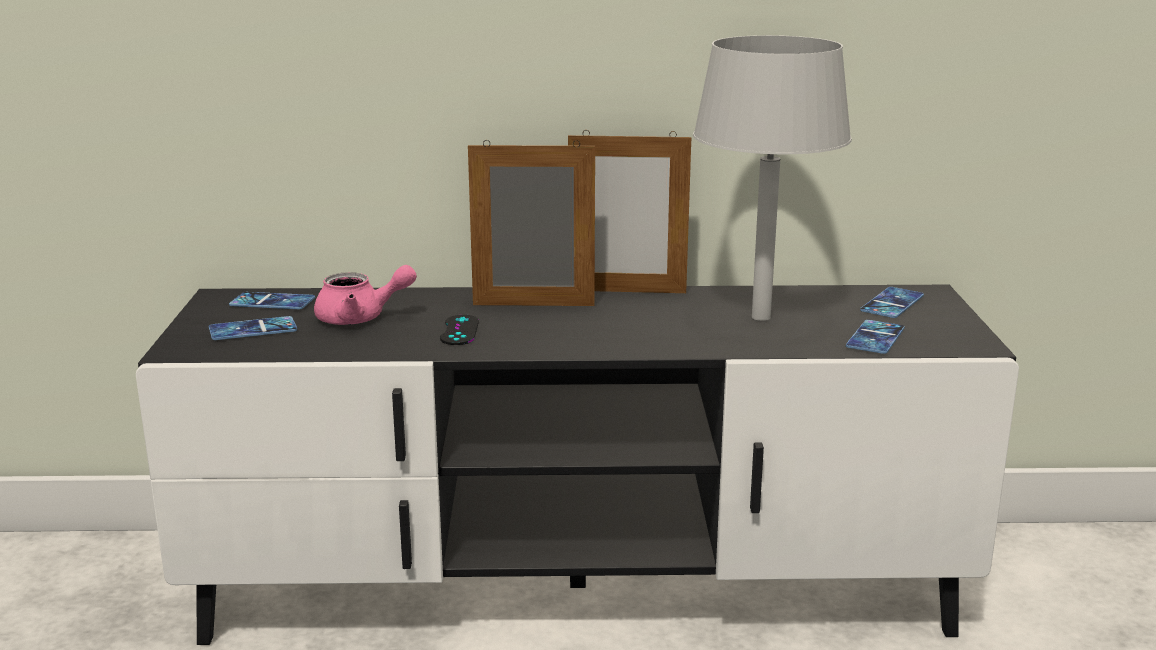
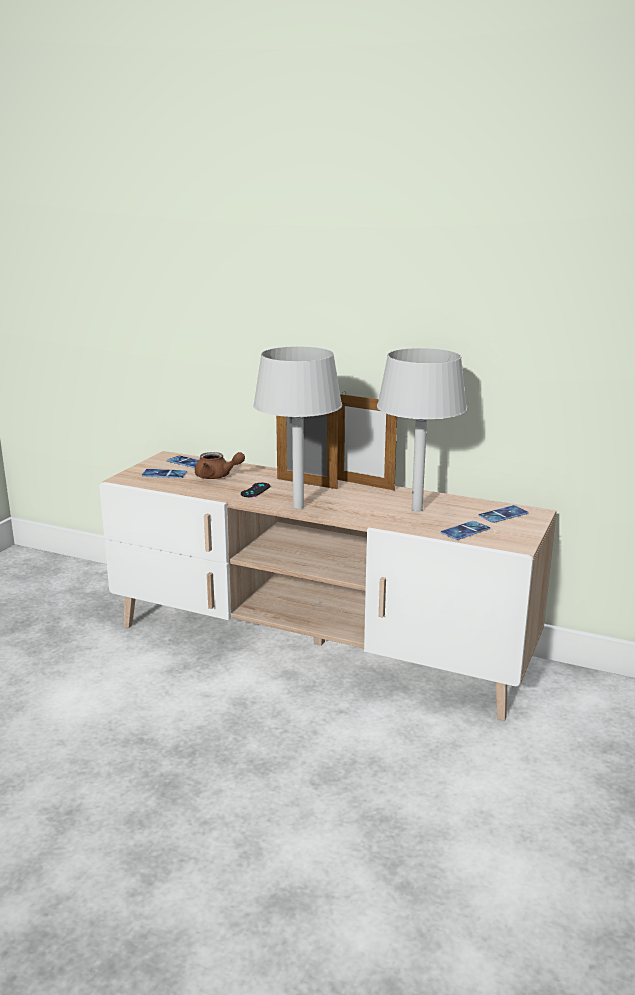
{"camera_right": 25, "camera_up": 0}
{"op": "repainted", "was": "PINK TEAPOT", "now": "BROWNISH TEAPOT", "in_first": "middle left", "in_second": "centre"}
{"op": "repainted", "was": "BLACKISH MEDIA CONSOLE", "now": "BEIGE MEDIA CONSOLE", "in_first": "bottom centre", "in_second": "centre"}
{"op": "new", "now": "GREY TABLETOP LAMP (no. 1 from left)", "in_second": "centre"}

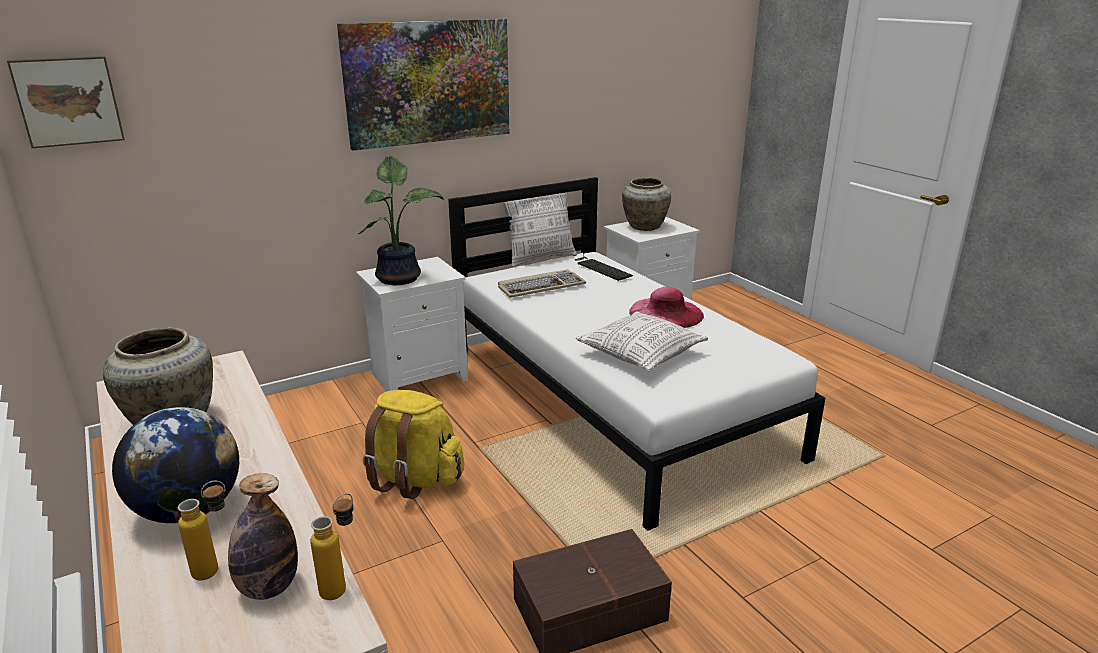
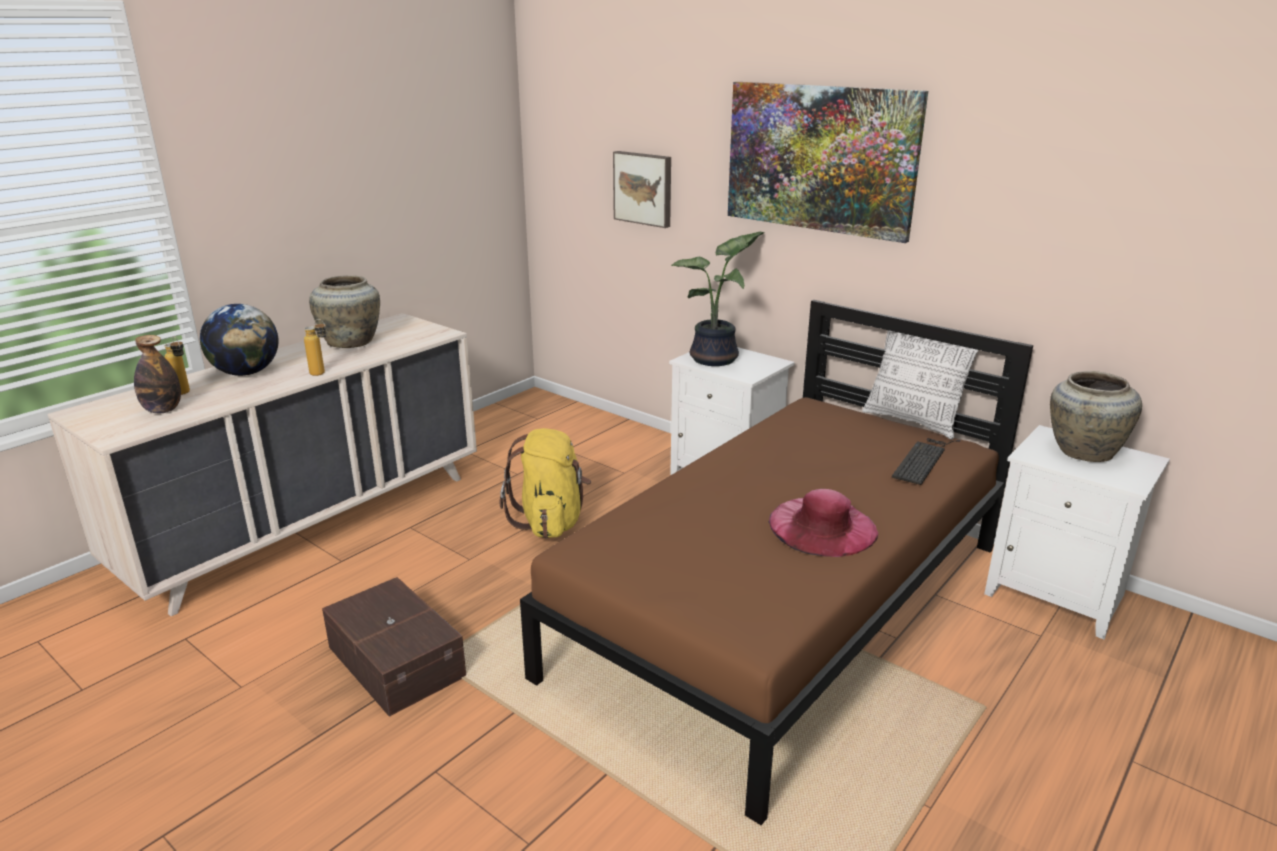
{"camera_right": 70, "camera_up": 0}
{"op": "shifted", "was": "WALL PICTURE (no. 1 from left)", "in_first": "top left", "in_second": "top centre"}
{"op": "repainted", "was": "WHITE-COLOURED SLEEPING BED", "now": "BROWNISH SLEEPING BED", "in_first": "centre", "in_second": "centre"}
{"op": "gone", "was": "KEYBOARD (no. 1 from left)", "in_first": "centre"}
{"op": "gone", "was": "PILLOW (no. 2 from left)", "in_first": "centre"}
{"op": "shifted", "was": "BEVERAGE BOTTLE (no. 3 from left)", "in_first": "bottom left", "in_second": "middle left"}

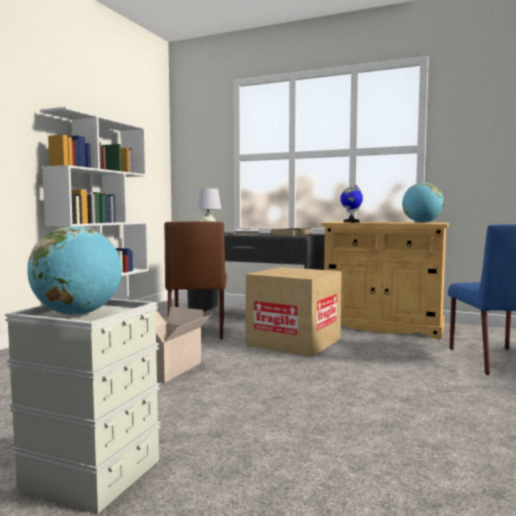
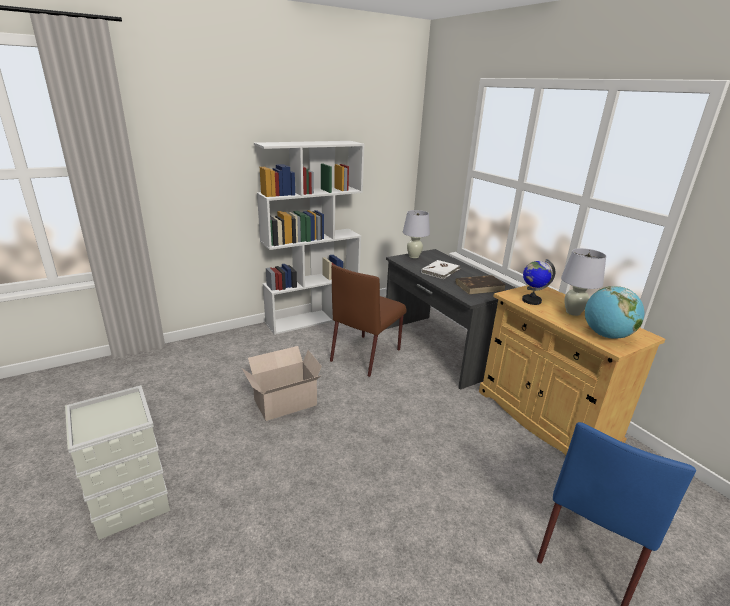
{"camera_right": 35, "camera_up": 20}
{"op": "gone", "was": "DESK GLOBE (no. 1 from left)", "in_first": "middle left"}
{"op": "gone", "was": "CARTON (no. 2 from left)", "in_first": "centre"}
{"op": "new", "now": "WHITE-COLOURED TABLETOP LAMP (no. 2 from left)", "in_second": "middle right"}

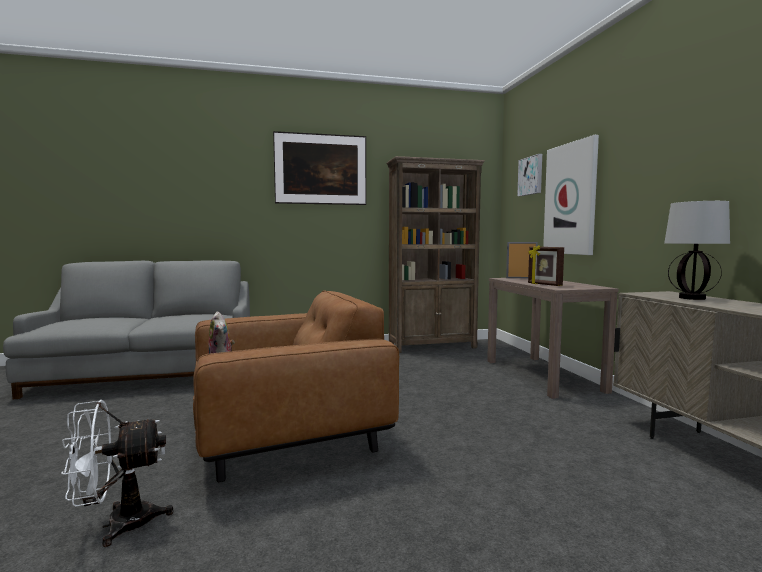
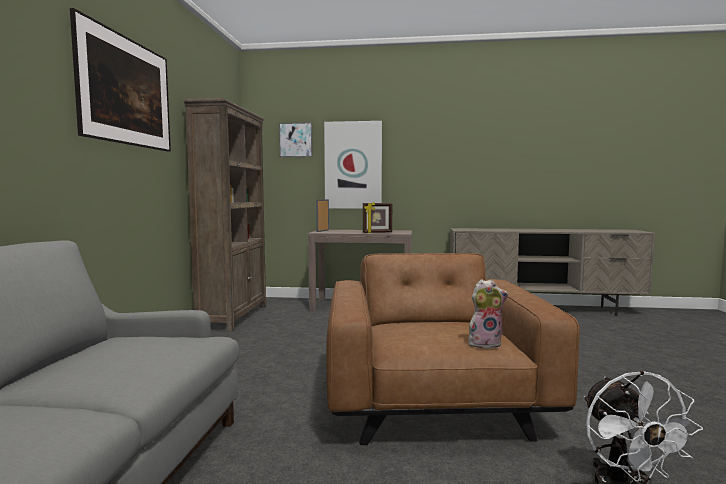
{"camera_right": -70, "camera_up": 0}
{"op": "gone", "was": "TABLETOP LAMP", "in_first": "middle right"}

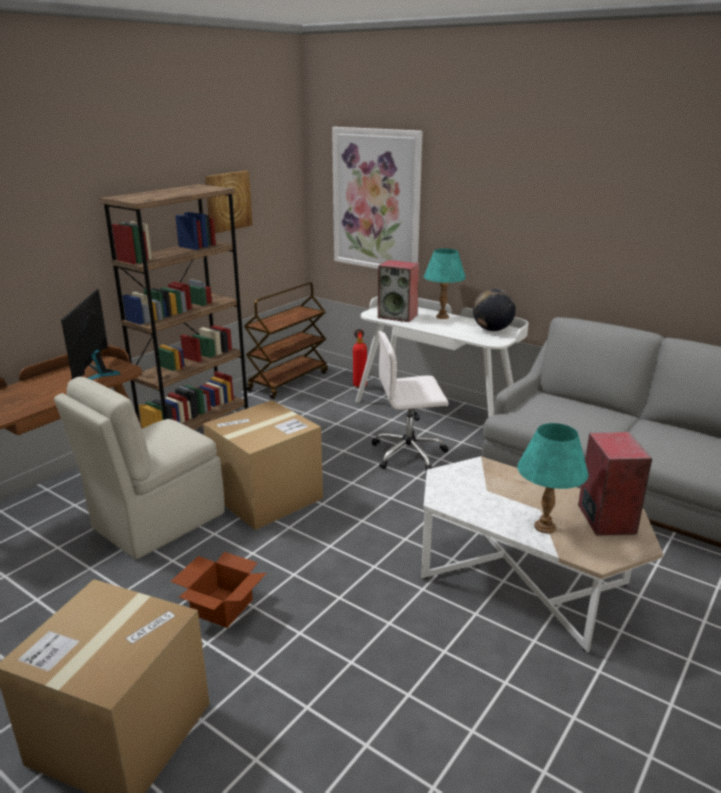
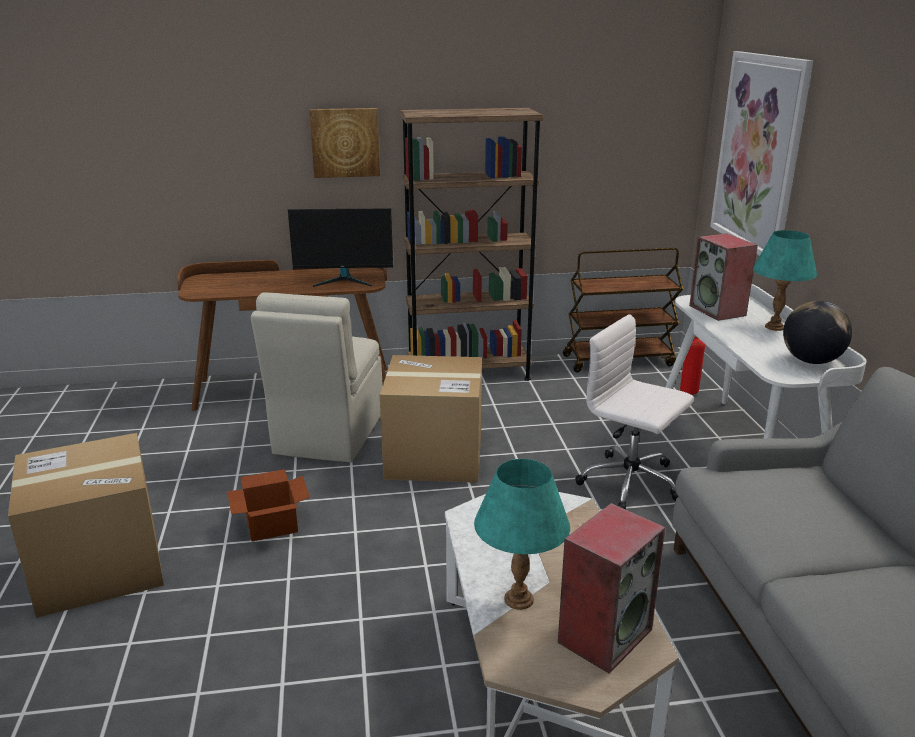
{"camera_right": 45, "camera_up": 0}
{"op": "shifted", "was": "WALL PICTURE (no. 1 from left)", "in_first": "top left", "in_second": "top centre"}
{"op": "rotated", "was": "COMPUTER DISPLAY", "in_first": "middle left", "in_second": "centre", "clockwise": -135}
{"op": "rotated", "was": "BEIGE UPRIGHT CHAIR", "in_first": "middle left", "in_second": "centre", "clockwise": -75}

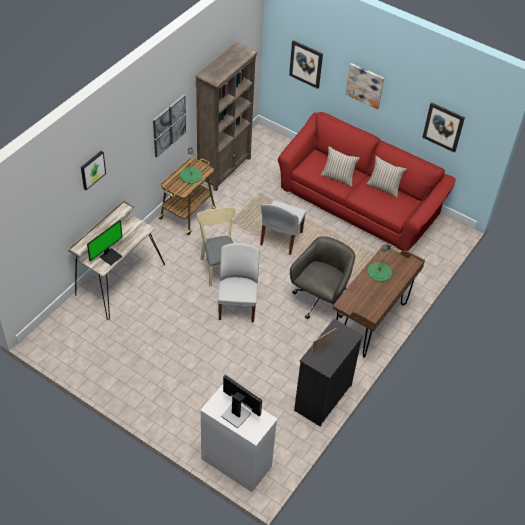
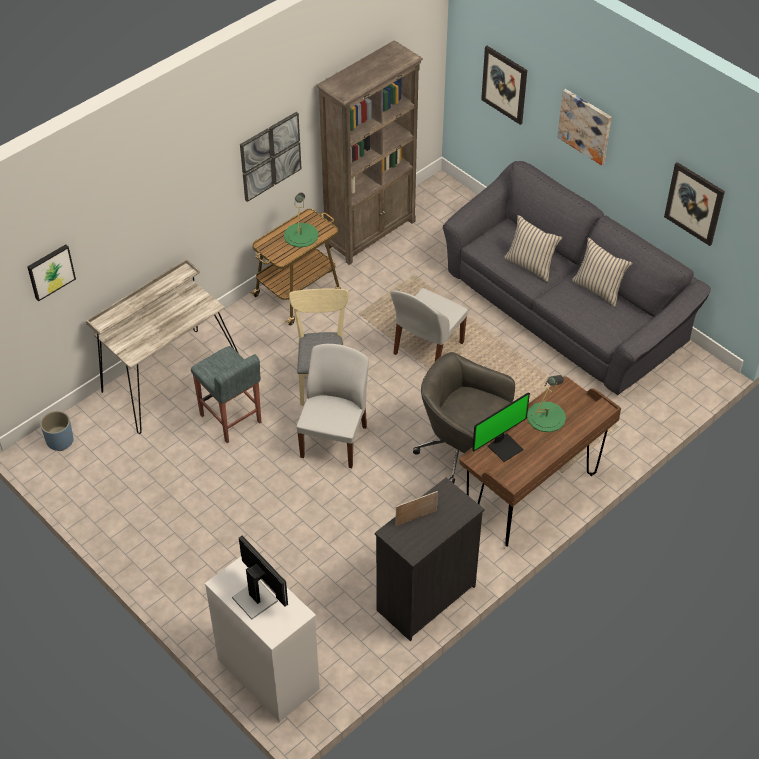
{"camera_right": 15, "camera_up": 0}
{"op": "repainted", "was": "REDDISH SETTEE", "now": "GREY SETTEE", "in_first": "middle right", "in_second": "middle right"}
{"op": "shifted", "was": "WALL PICTURE (no. 1 from left)", "in_first": "top left", "in_second": "middle left"}
{"op": "shifted", "was": "COMPUTER DISPLAY (no. 1 from left in the first image)", "now": "COMPUTER DISPLAY (no. 2 from left)", "in_first": "middle left", "in_second": "centre"}
{"op": "rotated", "was": "GREY DESK CHAIR", "in_first": "centre", "in_second": "centre", "clockwise": -105}
{"op": "new", "now": "GREY STOOL", "in_second": "middle left"}
{"op": "new", "now": "BLUISH PLANTER", "in_second": "middle left"}

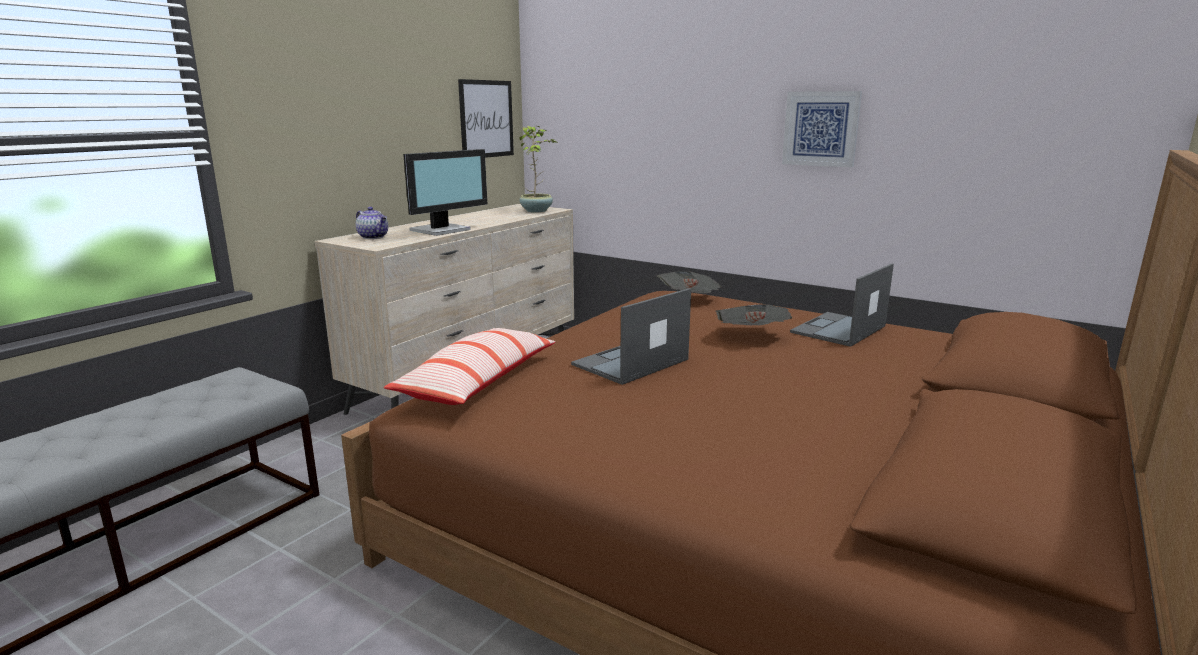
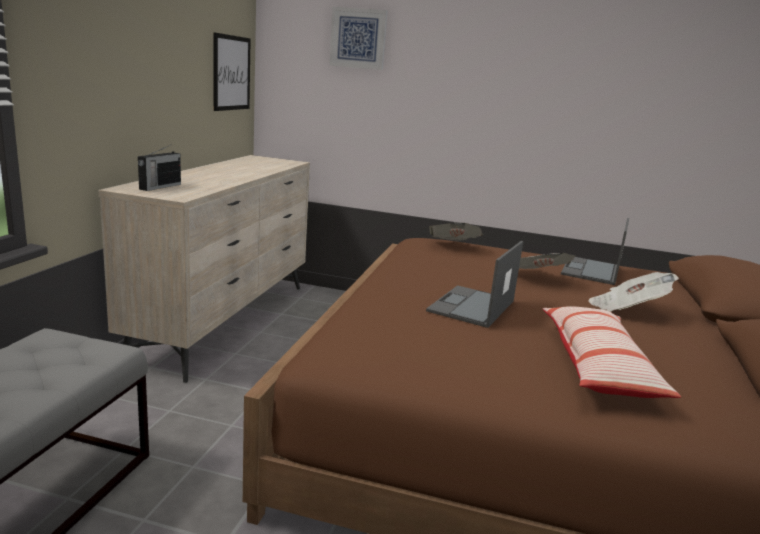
{"camera_right": -20, "camera_up": 0}
{"op": "shifted", "was": "WALL PICTURE (no. 2 from left)", "in_first": "top right", "in_second": "top centre"}
{"op": "gone", "was": "HOUSEPLANT", "in_first": "top centre"}
{"op": "gone", "was": "COMPUTER DISPLAY", "in_first": "top centre"}
{"op": "swapped", "was": "TEAPOT", "now": "RADIO RECEIVER", "in_first": "middle left", "in_second": "top left"}
{"op": "shifted", "was": "PILLOW", "in_first": "centre", "in_second": "middle right"}
{"op": "new", "now": "NEWSPAPER (no. 3 from left)", "in_second": "middle right"}

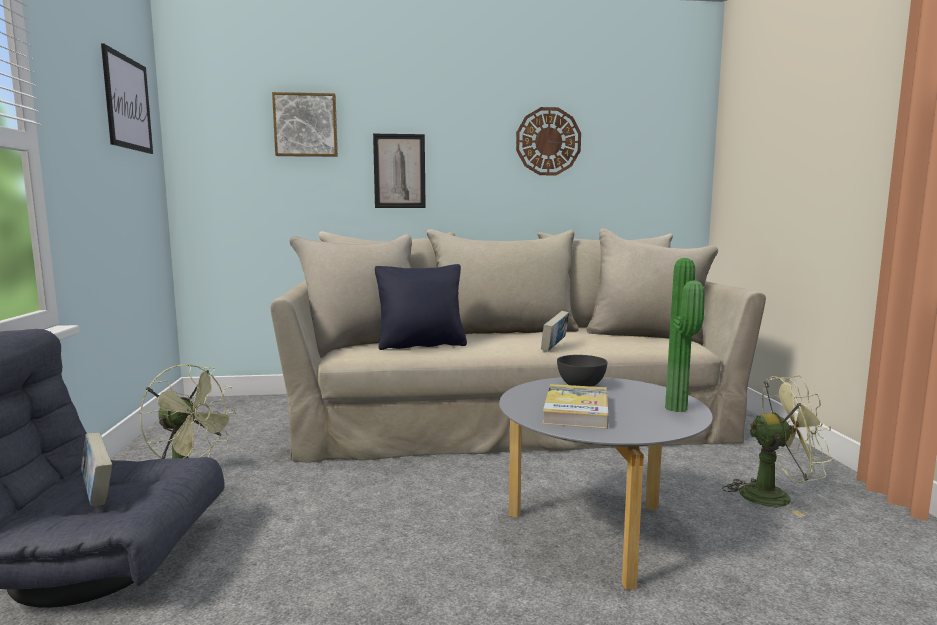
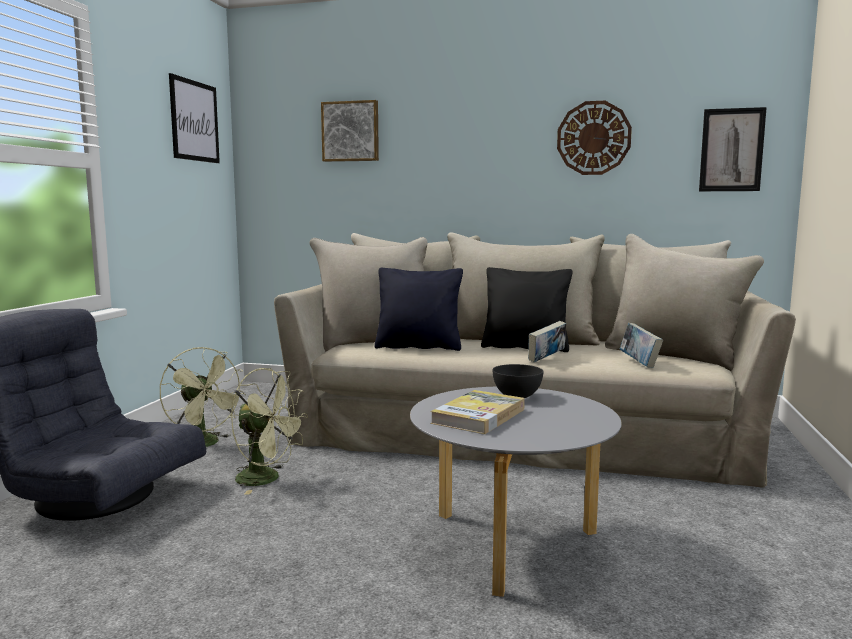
{"camera_right": 20, "camera_up": 0}
{"op": "shifted", "was": "WALL PICTURE (no. 3 from left)", "in_first": "top centre", "in_second": "top right"}
{"op": "gone", "was": "HOUSEPLANT", "in_first": "middle right"}
{"op": "shifted", "was": "GREEN FAN (no. 2 from left)", "in_first": "bottom right", "in_second": "bottom left"}
{"op": "shifted", "was": "BOOK (no. 1 from left in the first image)", "now": "BOOK (no. 3 from left)", "in_first": "bottom left", "in_second": "middle right"}
{"op": "new", "now": "BLACKISH PILLOW (no. 2 from left)", "in_second": "centre"}

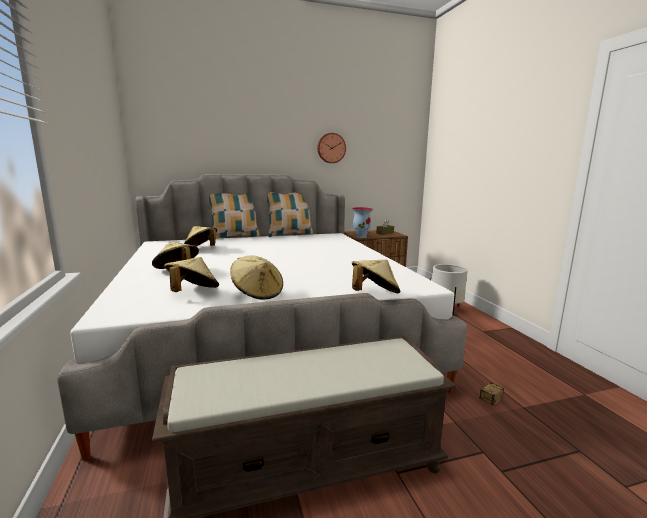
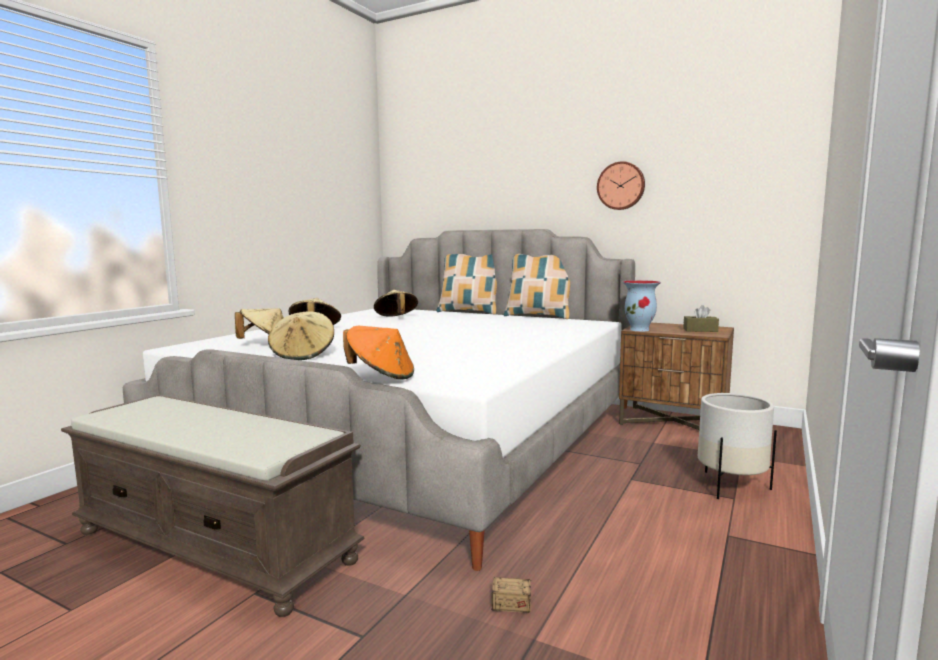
{"camera_right": 45, "camera_up": -5}
{"op": "repainted", "was": "BEIGE HAT (no. 5 from left)", "now": "ORANGE-COLOURED HAT", "in_first": "centre", "in_second": "centre"}

